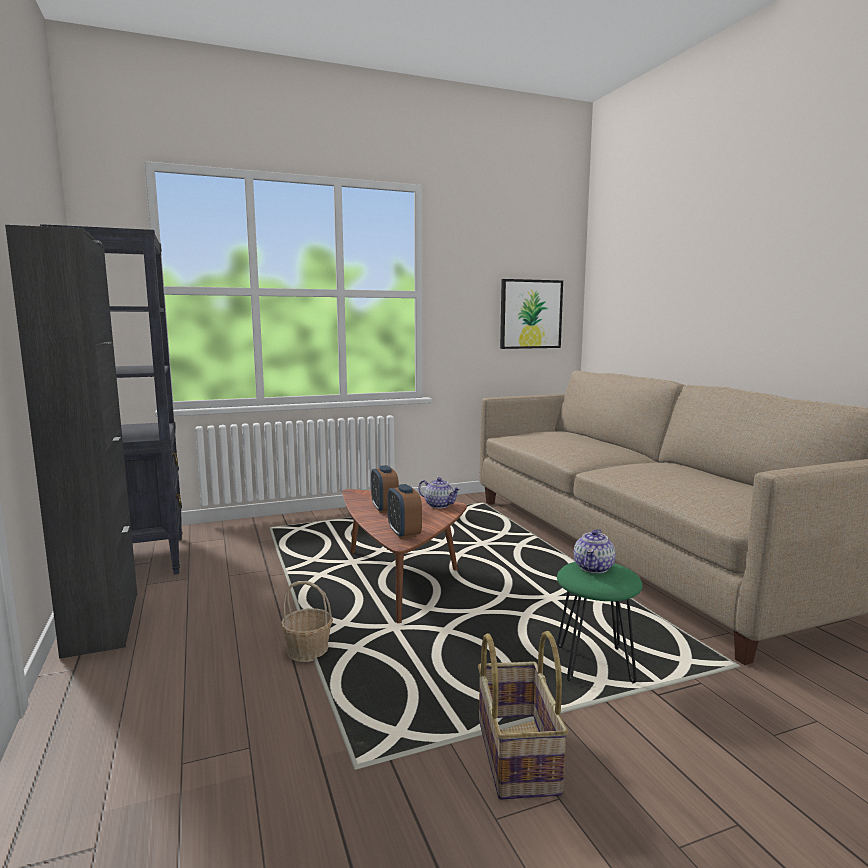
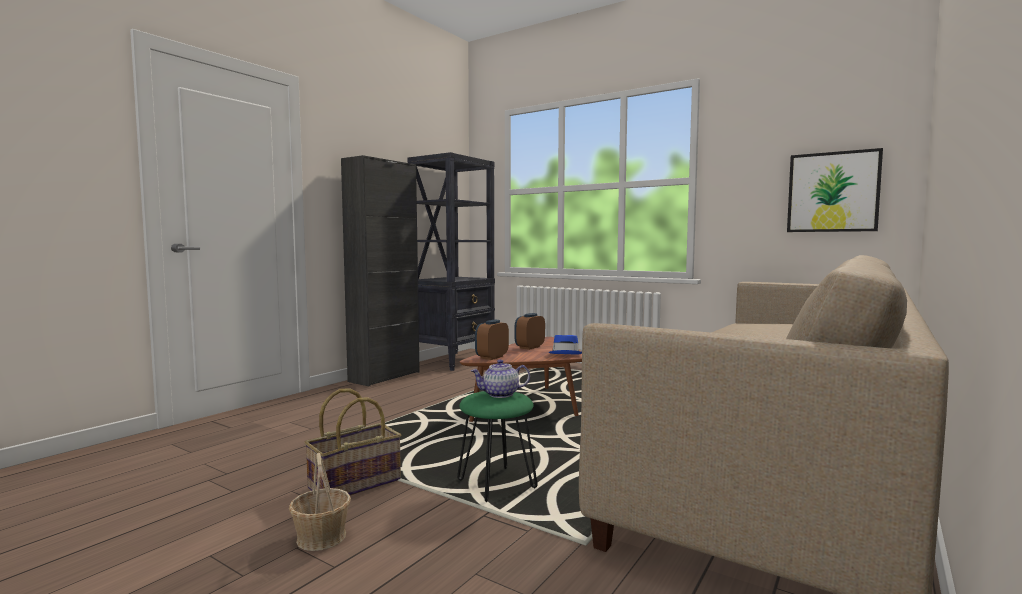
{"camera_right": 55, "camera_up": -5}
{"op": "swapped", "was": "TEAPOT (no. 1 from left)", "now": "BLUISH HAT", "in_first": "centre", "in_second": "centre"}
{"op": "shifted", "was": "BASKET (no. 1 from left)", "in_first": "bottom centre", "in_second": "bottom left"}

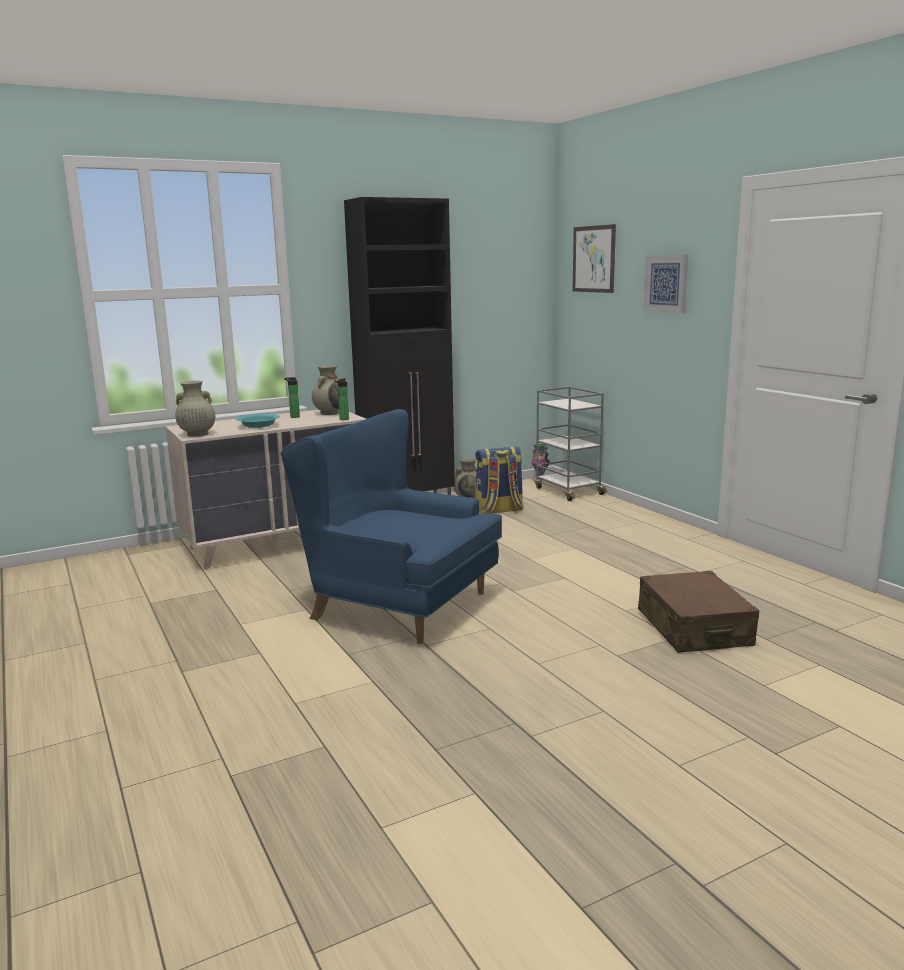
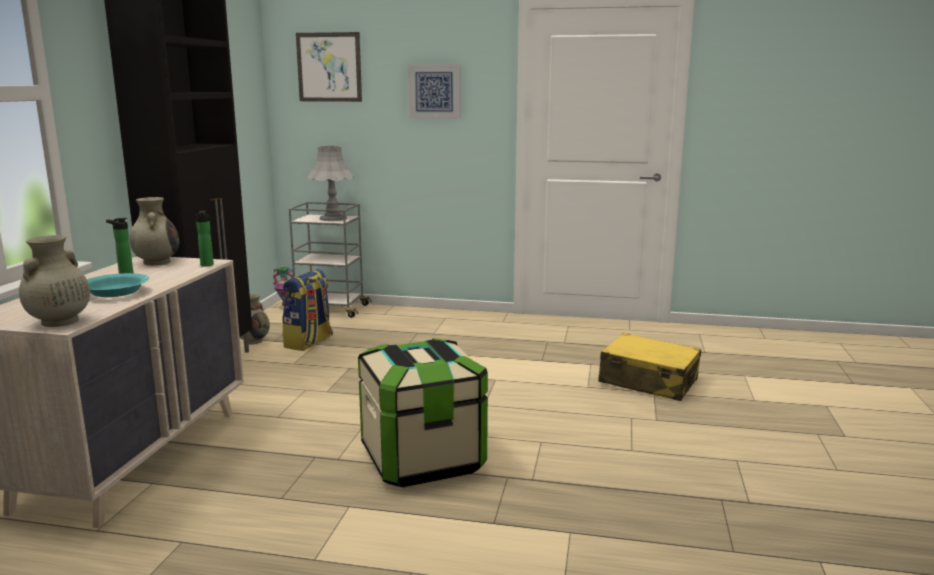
{"camera_right": -50, "camera_up": 0}
{"op": "swapped", "was": "BLUISH ARMCHAIR", "now": "STORAGE BIN", "in_first": "centre", "in_second": "bottom centre"}
{"op": "repainted", "was": "BROWNISH SUITCASE", "now": "YELLOWISH SUITCASE", "in_first": "middle right", "in_second": "middle right"}
{"op": "new", "now": "GREY TABLETOP LAMP", "in_second": "top centre"}

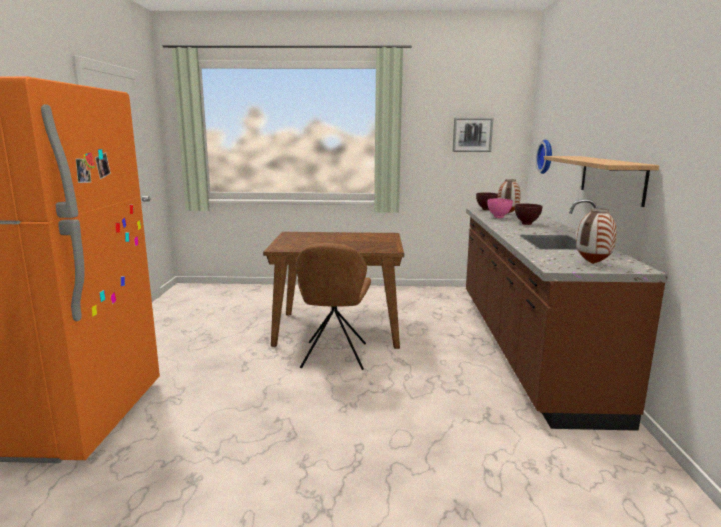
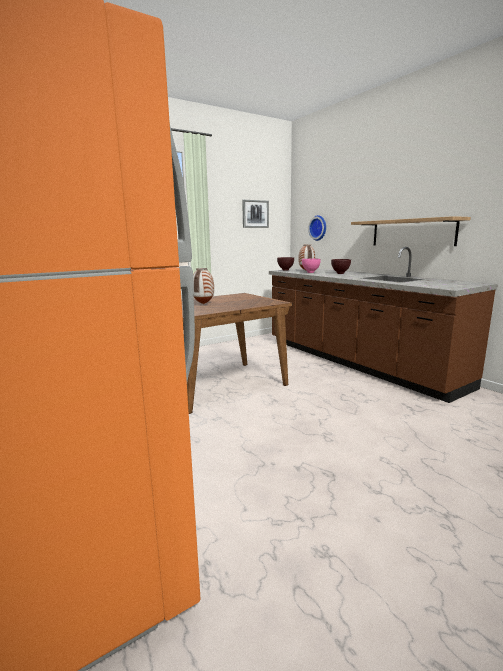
{"camera_right": -35, "camera_up": 0}
{"op": "shifted", "was": "FLOWER VASE (no. 2 from left in the first image)", "now": "FLOWER VASE (no. 1 from left)", "in_first": "middle right", "in_second": "centre"}
{"op": "gone", "was": "BROWNISH UPRIGHT CHAIR", "in_first": "centre"}

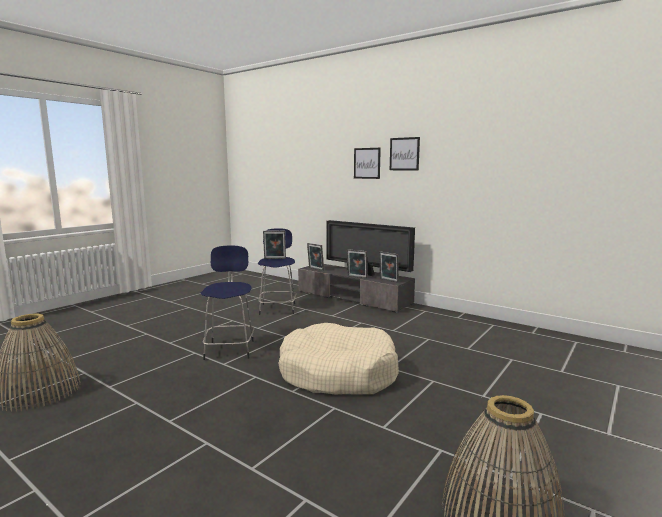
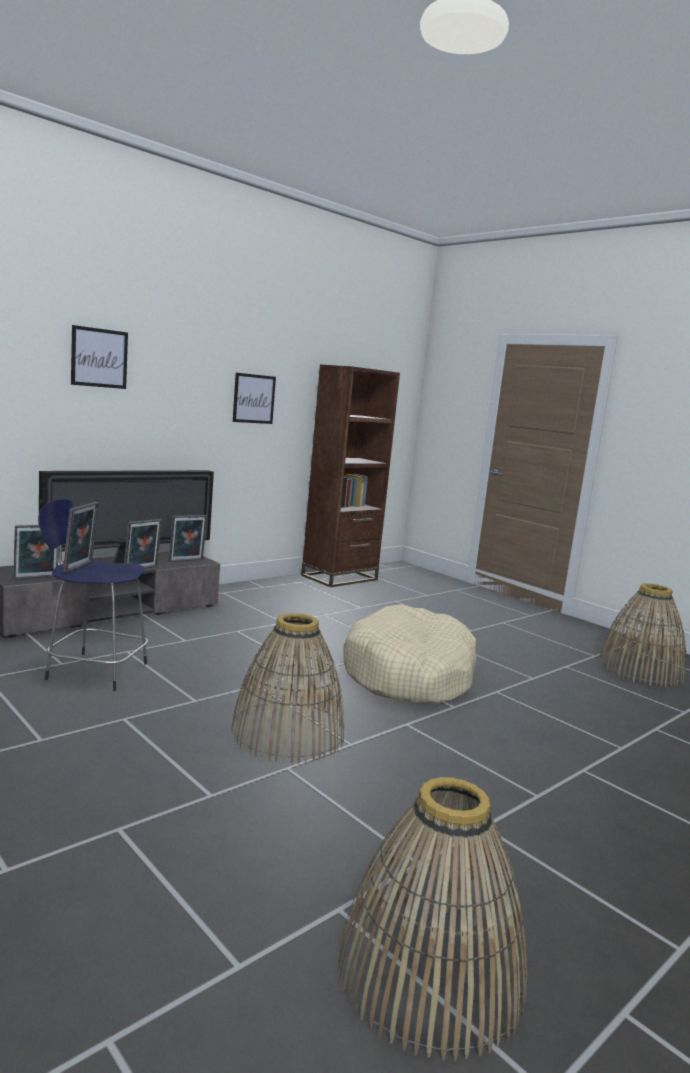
{"camera_right": -80, "camera_up": 0}
{"op": "shifted", "was": "WALL PICTURE (no. 2 from left)", "in_first": "top centre", "in_second": "centre"}
{"op": "swapped", "was": "BLUISH STOOL (no. 1 from left)", "now": "BASKET (no. 1 from left)", "in_first": "centre", "in_second": "centre"}
{"op": "new", "now": "BROWNISH BOOKCASE", "in_second": "centre"}

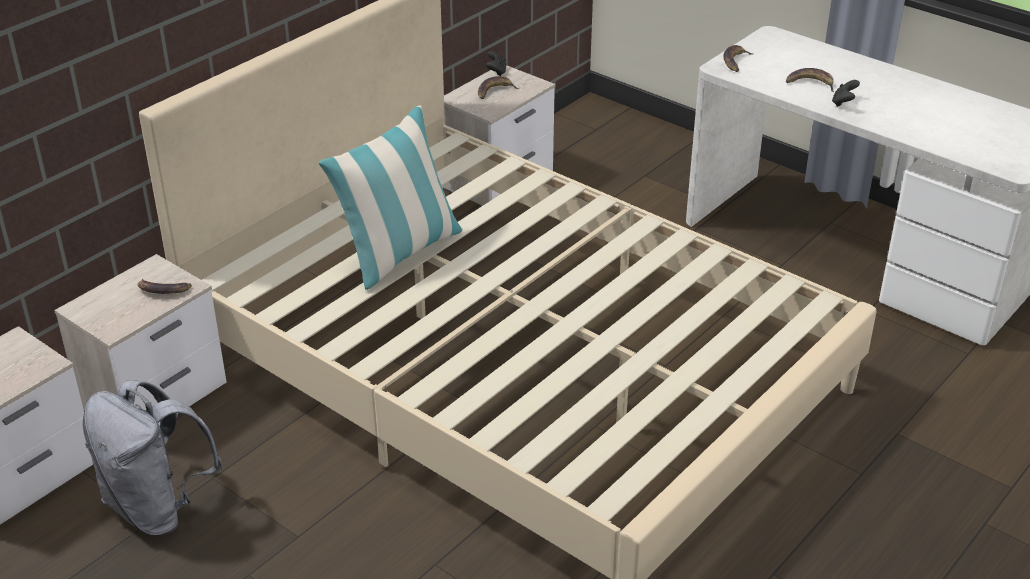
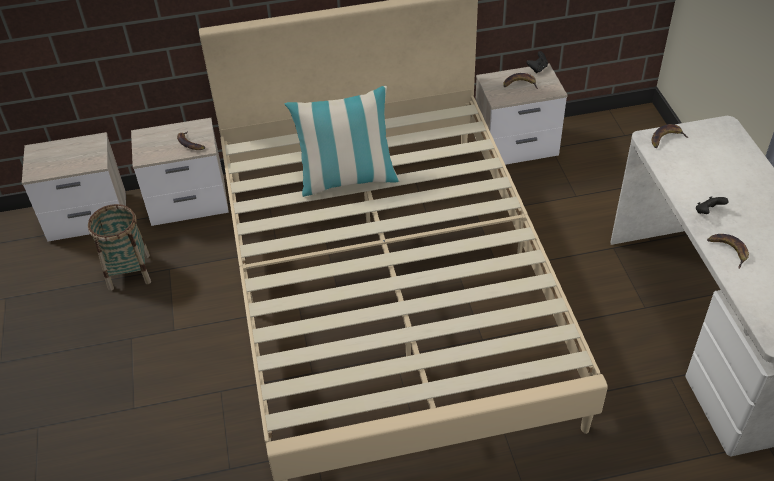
{"camera_right": 40, "camera_up": 10}
{"op": "shifted", "was": "BANANA FRUIT (no. 4 from left)", "in_first": "top right", "in_second": "middle right"}
{"op": "swapped", "was": "GREY KNAPSACK", "now": "BASKET", "in_first": "bottom left", "in_second": "middle left"}

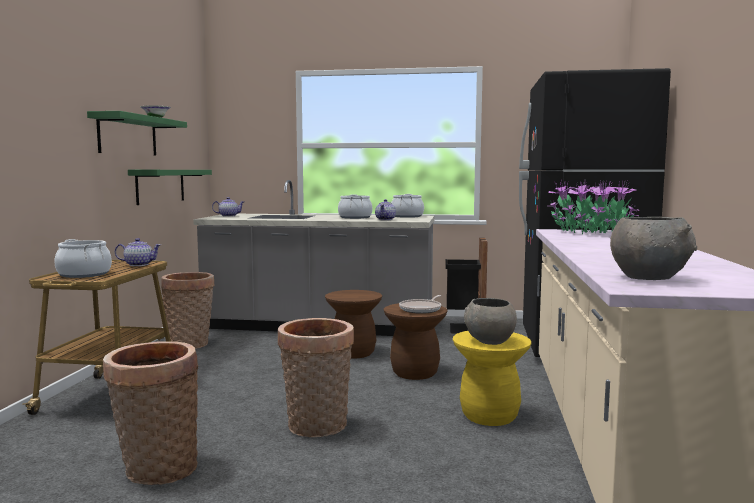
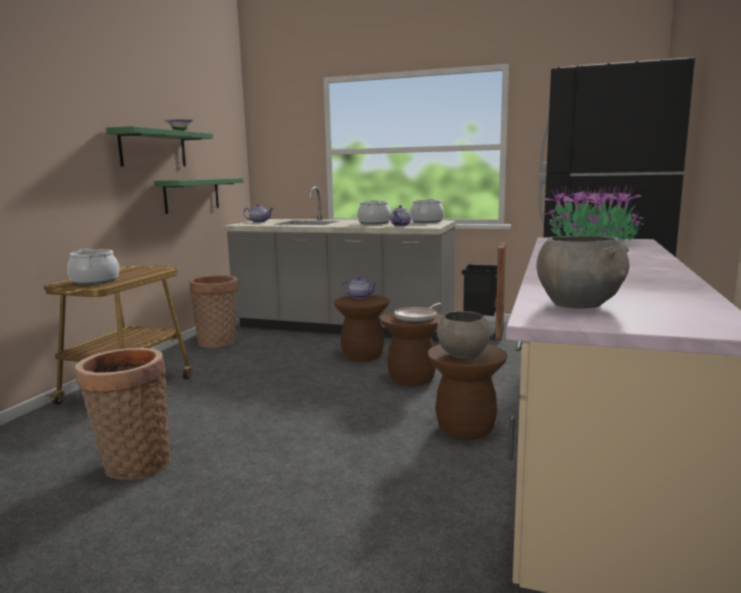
{"camera_right": 10, "camera_up": 5}
{"op": "shifted", "was": "TEAPOT (no. 1 from left in the first image)", "now": "TEAPOT (no. 2 from left)", "in_first": "middle left", "in_second": "centre"}
{"op": "gone", "was": "BASKET (no. 3 from left)", "in_first": "bottom centre"}
{"op": "repainted", "was": "YELLOWISH STOOL", "now": "BROWNISH STOOL (no. 3 from left)", "in_first": "bottom centre", "in_second": "centre"}

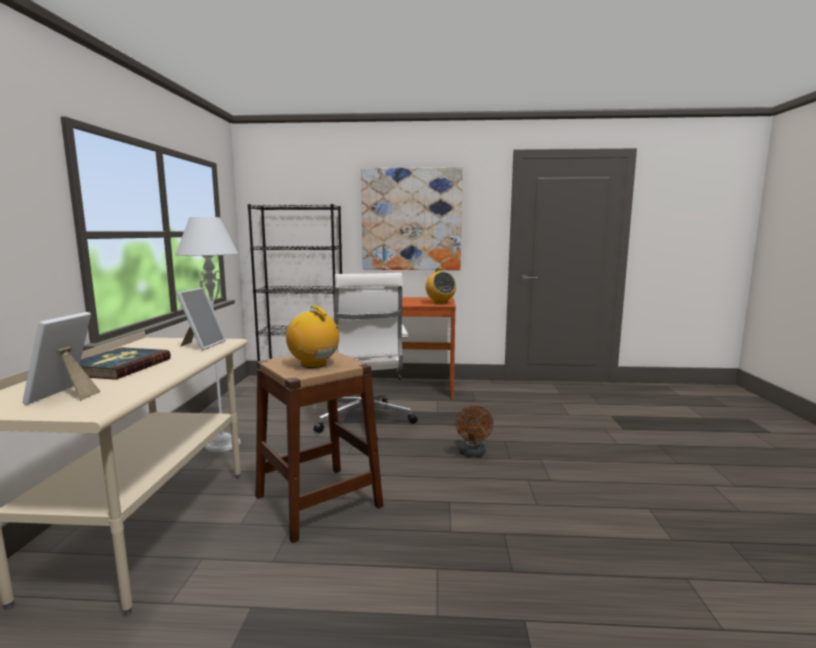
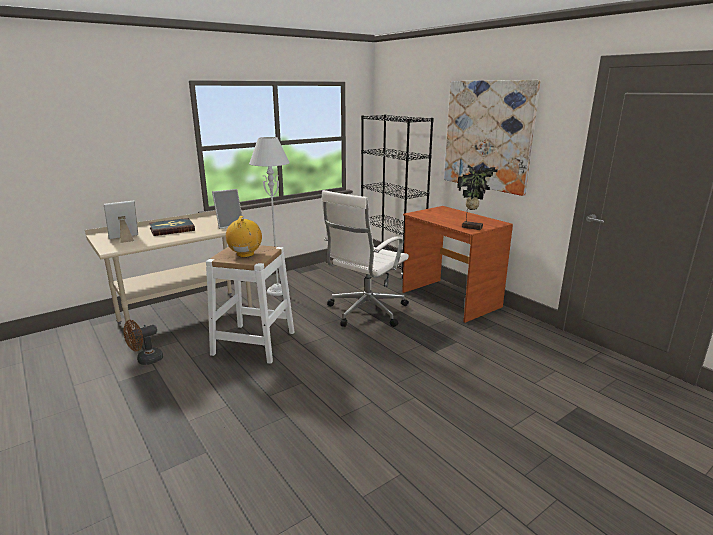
{"camera_right": 50, "camera_up": 10}
{"op": "swapped", "was": "RADIO RECEIVER (no. 2 from left)", "now": "HOUSEPLANT", "in_first": "centre", "in_second": "middle right"}
{"op": "repainted", "was": "BROWNISH STOOL", "now": "WHITE-COLOURED STOOL", "in_first": "bottom centre", "in_second": "centre"}
{"op": "shifted", "was": "BROWNISH FAN", "in_first": "centre", "in_second": "middle left"}

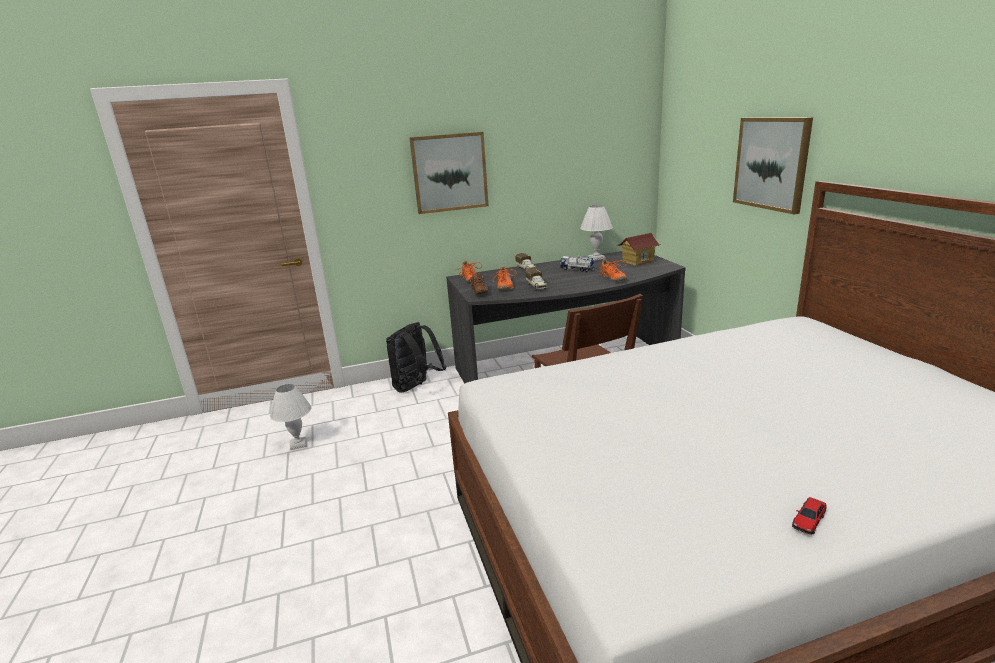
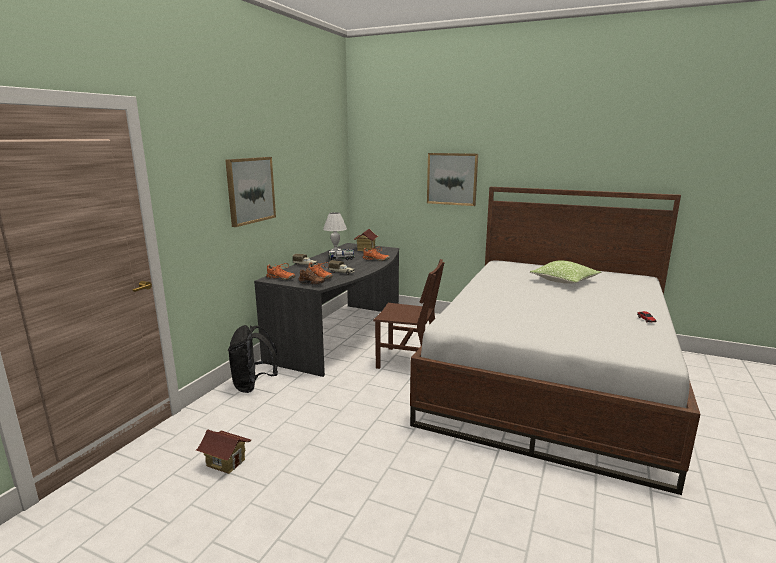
{"camera_right": -50, "camera_up": -5}
{"op": "swapped", "was": "WHITE-COLOURED TABLETOP LAMP (no. 1 from left)", "now": "MINIATURE HOUSE (no. 1 from left)", "in_first": "middle left", "in_second": "bottom left"}
{"op": "new", "now": "PILLOW", "in_second": "middle right"}

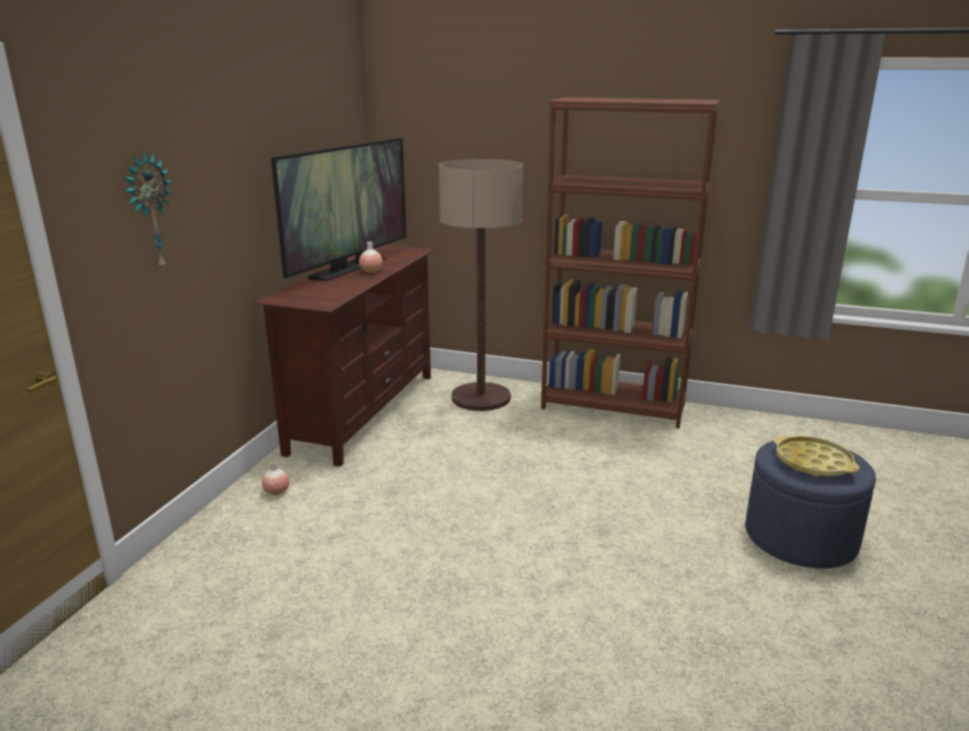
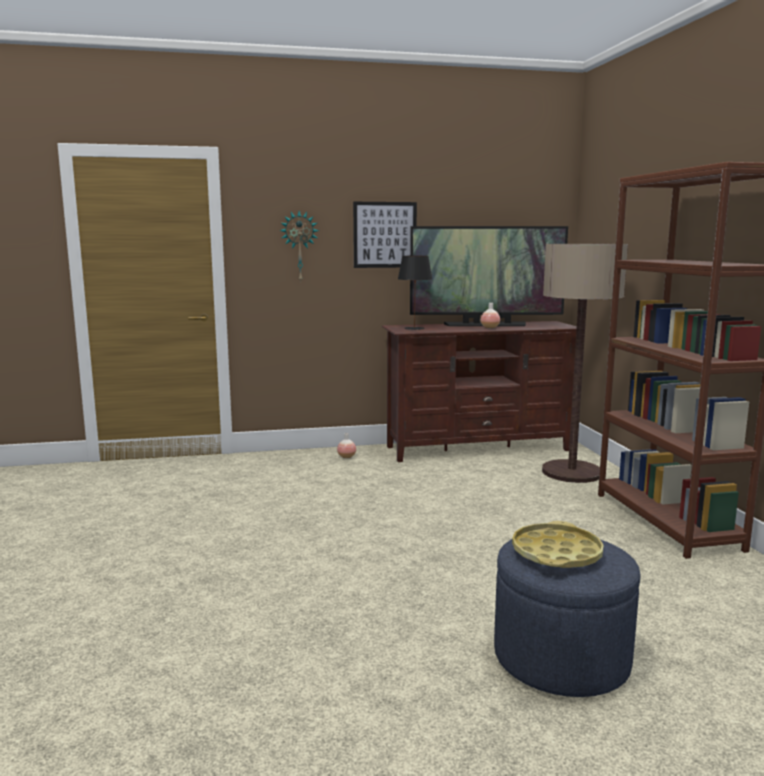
{"camera_right": 60, "camera_up": -10}
{"op": "new", "now": "WALL PICTURE", "in_second": "top centre"}
{"op": "new", "now": "BLACKISH TABLETOP LAMP", "in_second": "centre"}

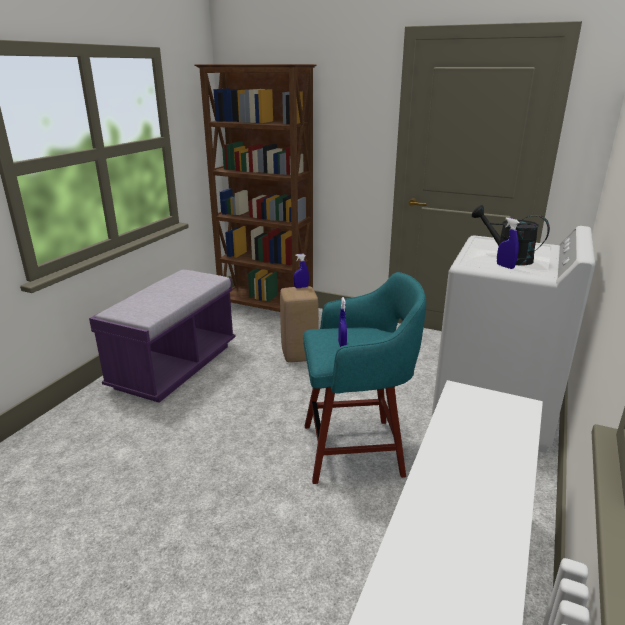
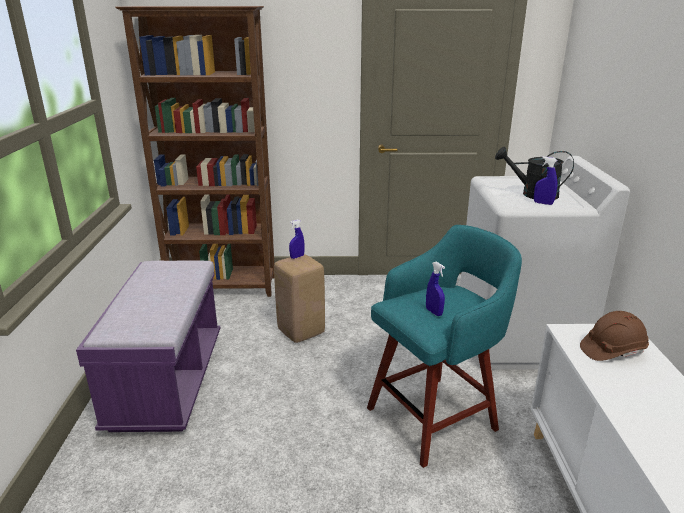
{"camera_right": -25, "camera_up": 0}
{"op": "new", "now": "BROWNISH SAFETY HELMET", "in_second": "middle right"}

